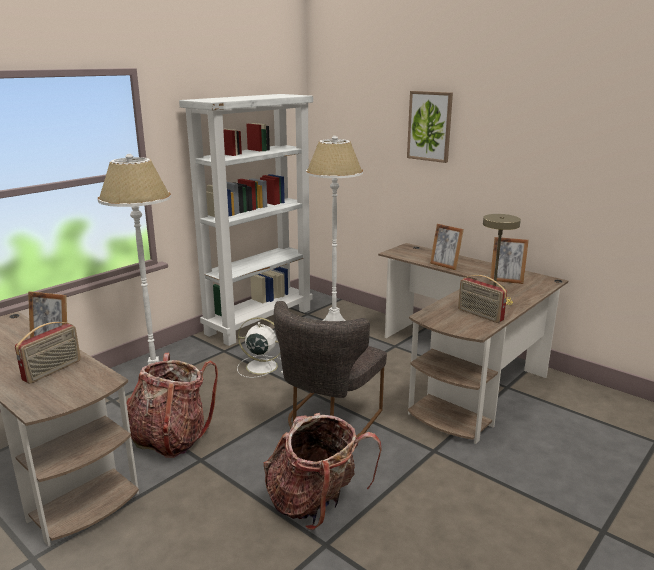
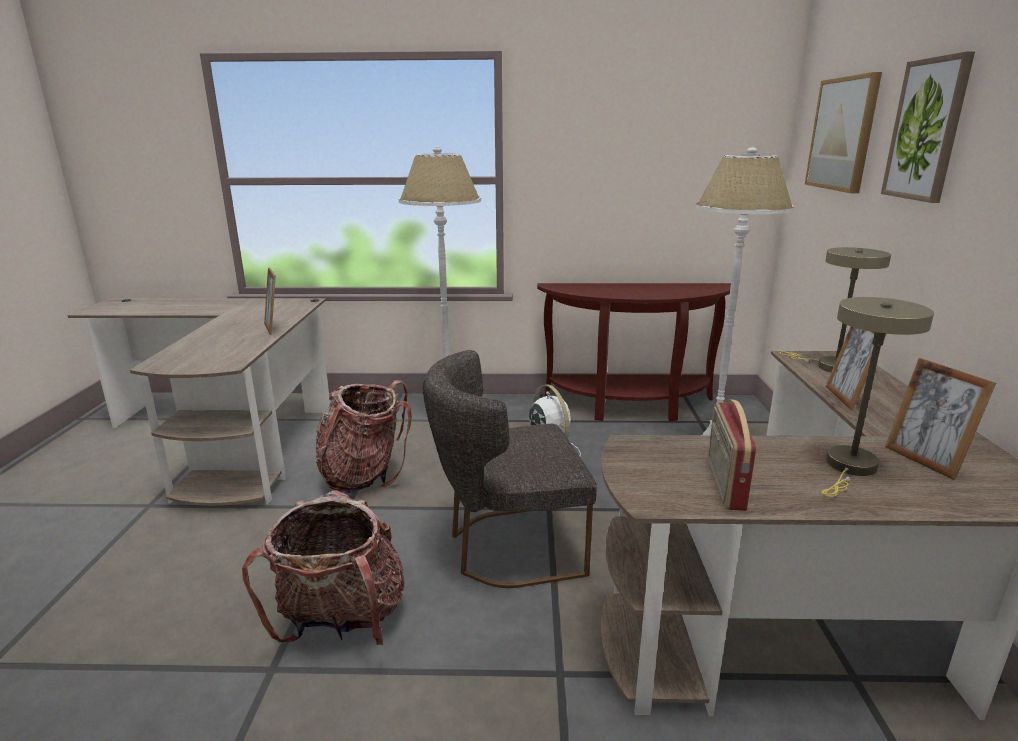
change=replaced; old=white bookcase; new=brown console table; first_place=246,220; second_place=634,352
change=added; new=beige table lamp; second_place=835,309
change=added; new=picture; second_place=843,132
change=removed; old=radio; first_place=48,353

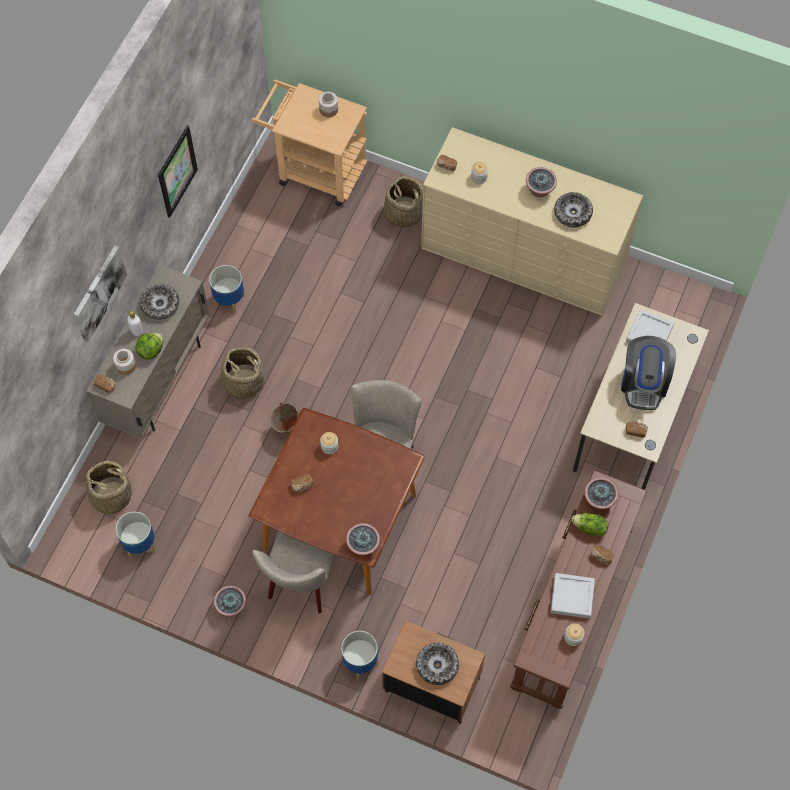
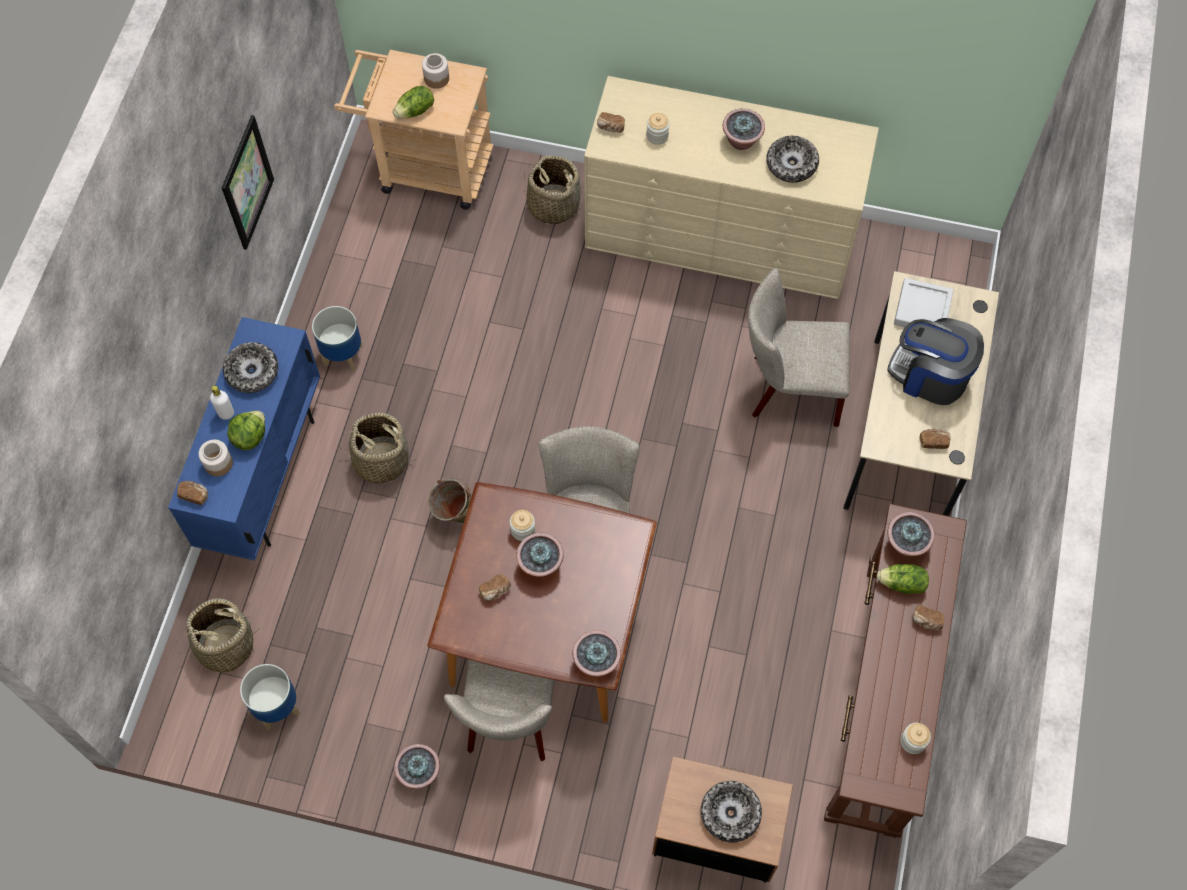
change=recoloured; old=beige cabinet; new=blue cabinet; first_place=148,351; second_place=244,439
change=added; new=lettuce; second_place=413,102
change=added; new=potted plant; second_place=540,555
change=added; new=beige chair; second_place=799,347
change=turned; old=coffee machine; first_place=648,373; second_place=935,361; degrees=120
change=removed; old=picture; first_place=100,293
change=removed; old=planter; first_place=359,655
change=removed; old=grey tray; first_place=573,596

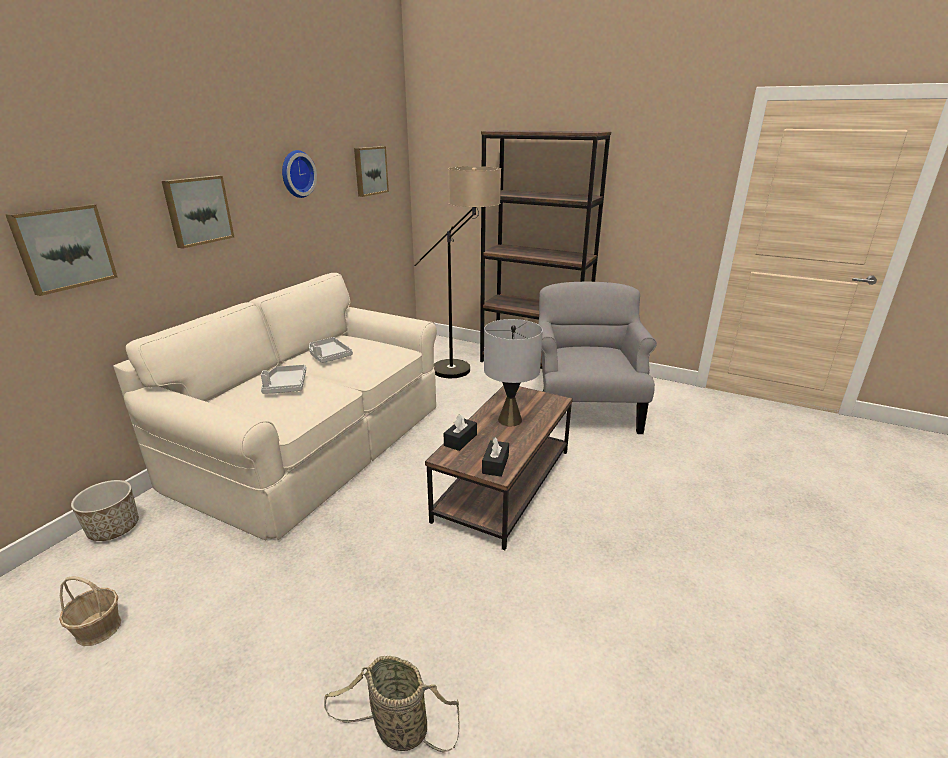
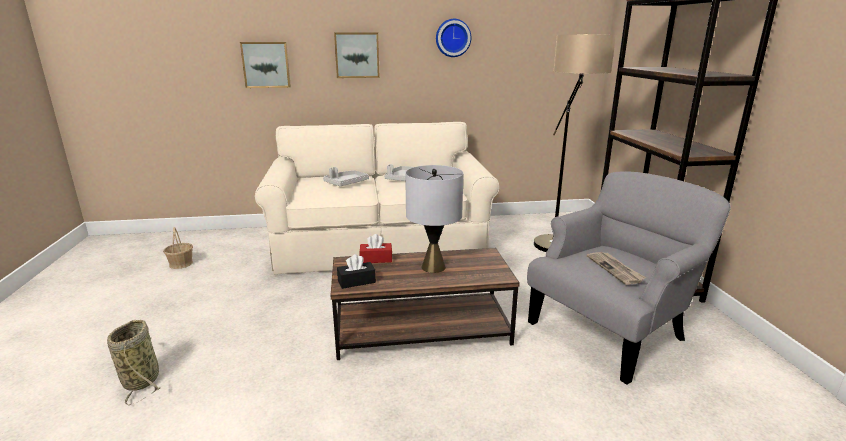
change=recoloured; old=black tissue box; new=red tissue box; first_place=460,432; second_place=376,248
change=added; new=newspaper; second_place=616,268
change=removed; old=planter; first_place=105,510
change=removed; old=picture; first_place=371,171

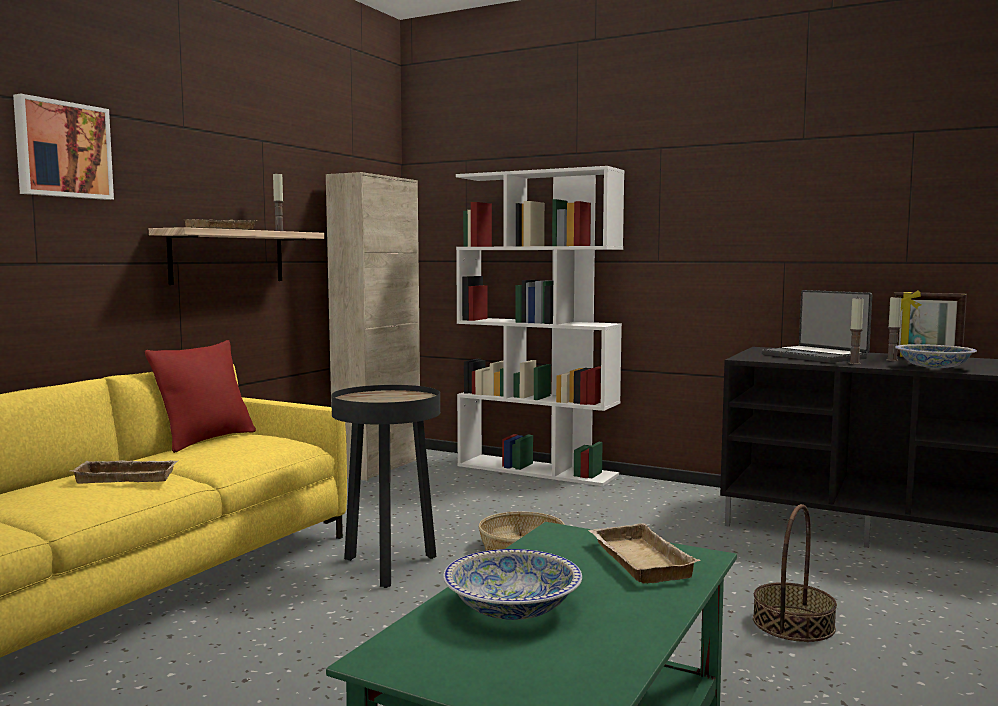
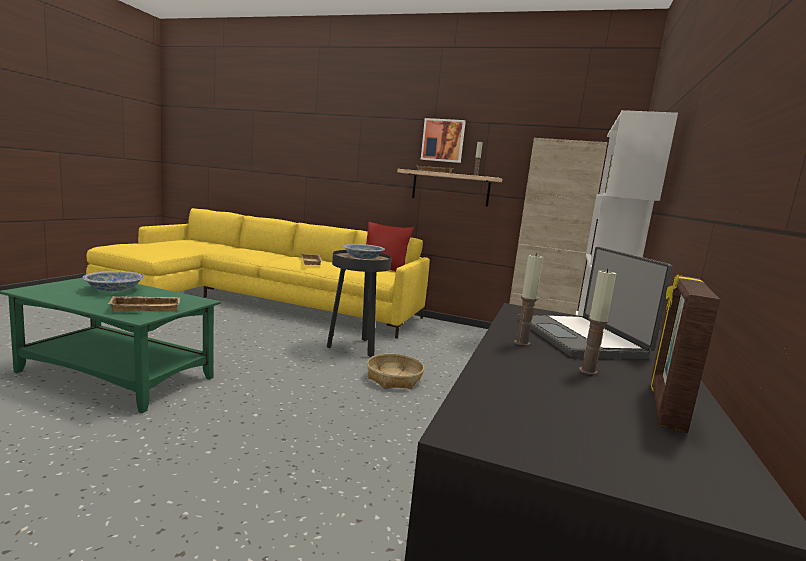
change=moved; old=bowl; first_place=936,356; second_place=364,251
change=moved; old=picture; first_place=63,147; second_place=443,140
change=turned; old=laptop; first_place=817,326; second_place=595,303; degrees=-60
change=removed; old=basket; first_place=795,573

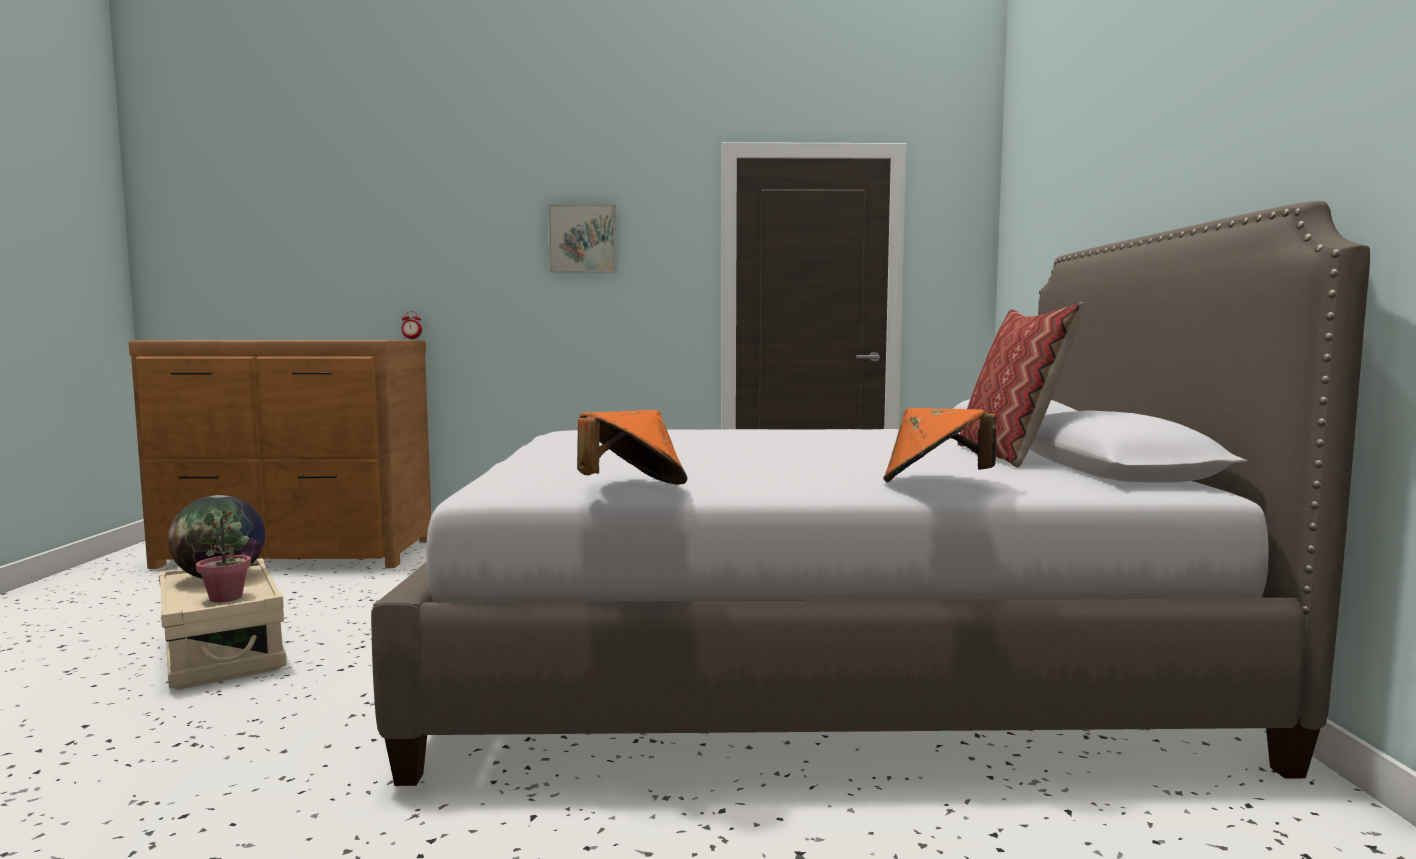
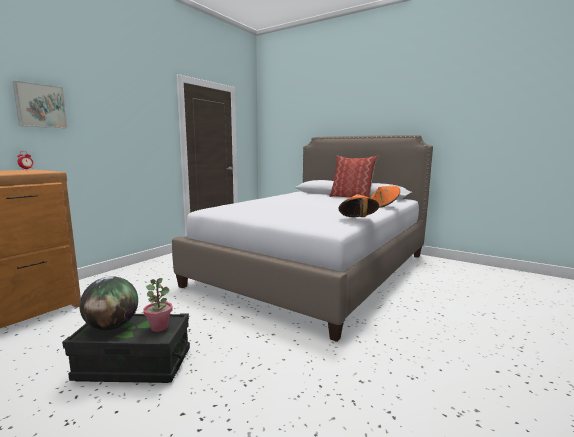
change=moved; old=picture; first_place=582,238; second_place=40,104
change=recoloured; old=beige storage box; new=black storage box; first_place=223,624; second_place=126,348

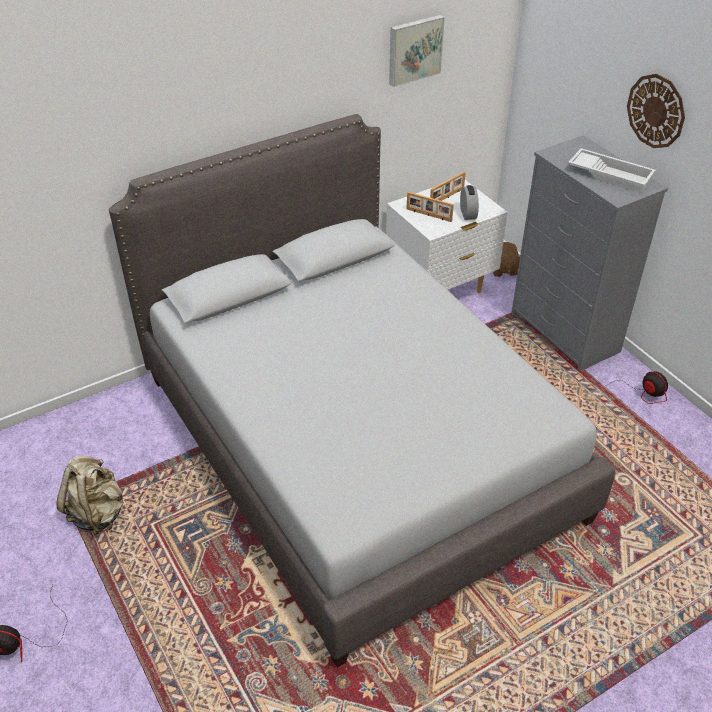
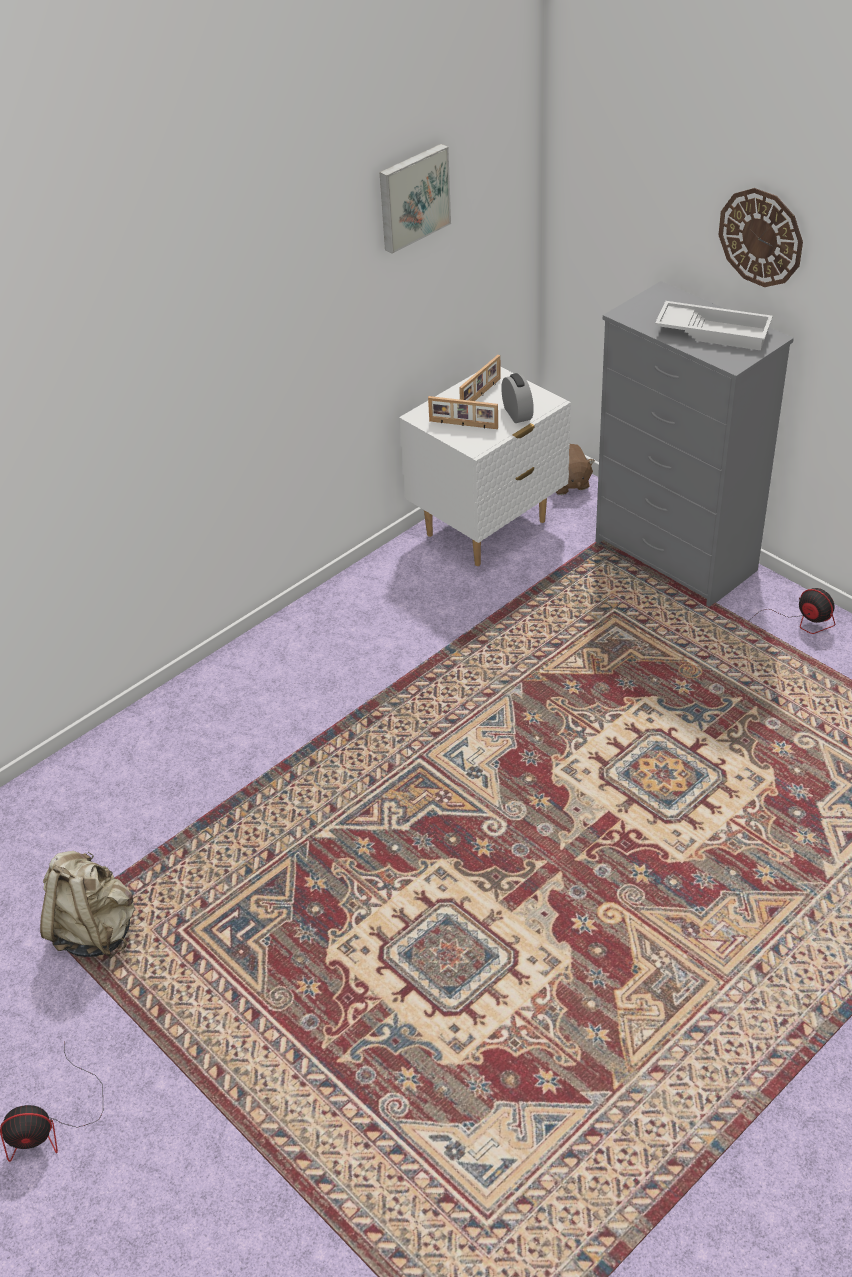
change=removed; old=grey bed; first_place=362,391

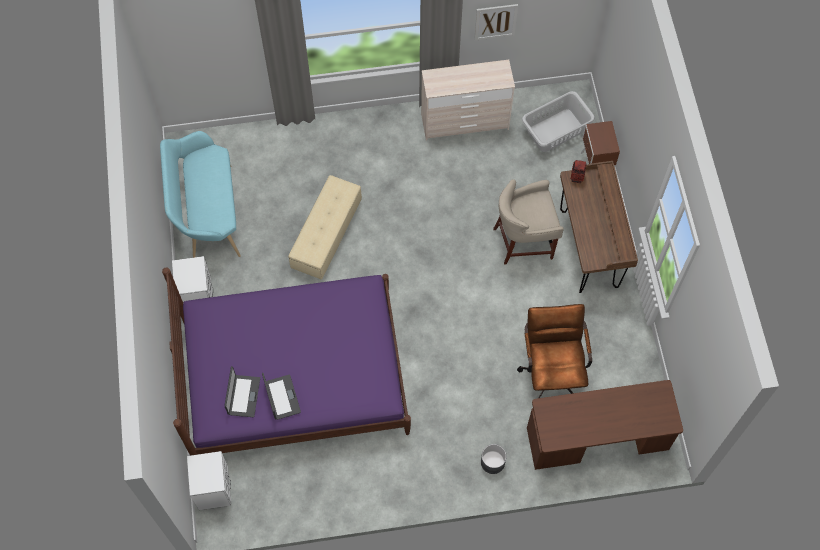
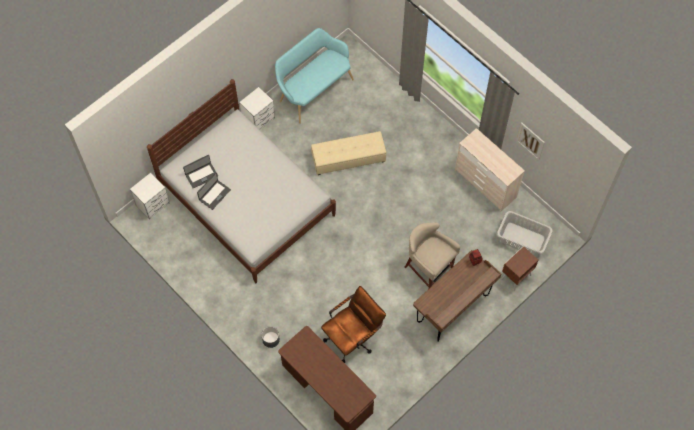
change=recoloured; old=purple bed; new=white bed; first_place=286,362; second_place=241,181

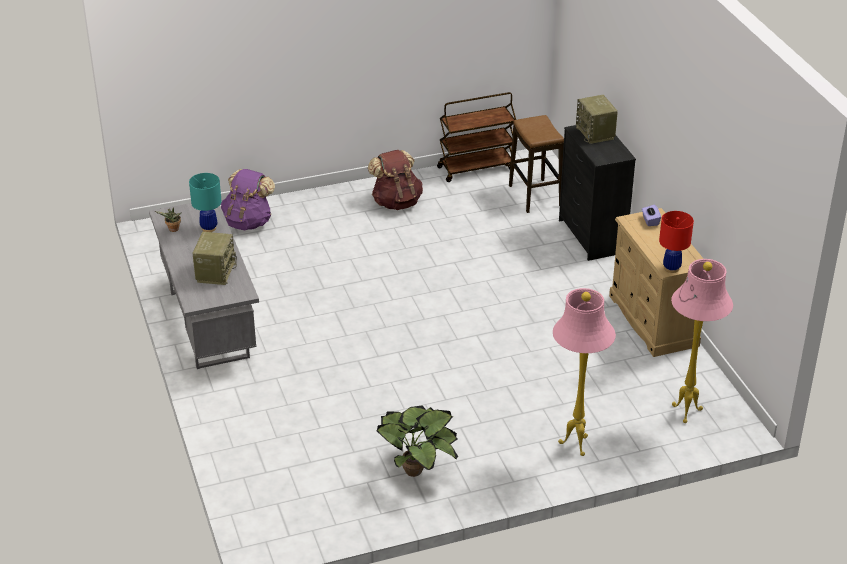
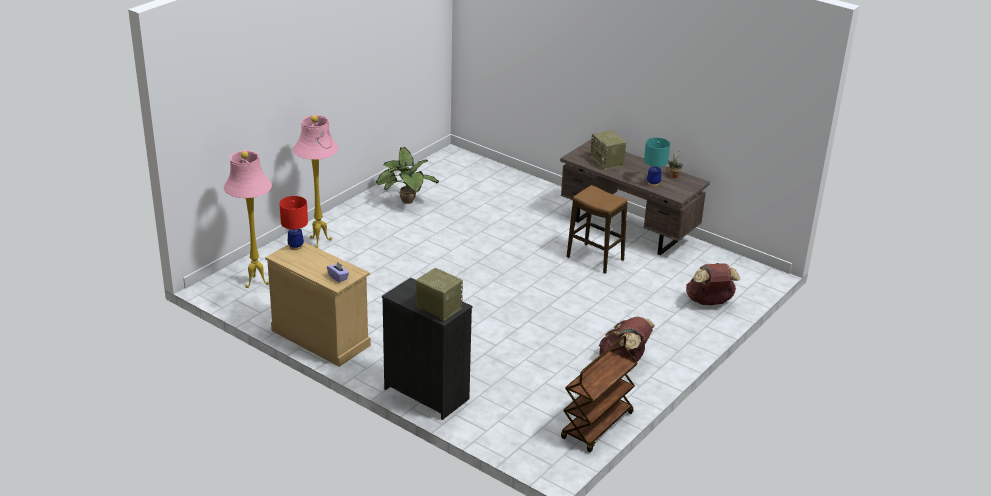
change=recoloured; old=grey desk; new=brown desk; first_place=204,286; second_place=635,197
change=moved; old=stool; first_place=536,164; second_place=597,229
change=recoloured; old=purple backpack; new=brown backpack; first_place=248,199; second_place=713,284

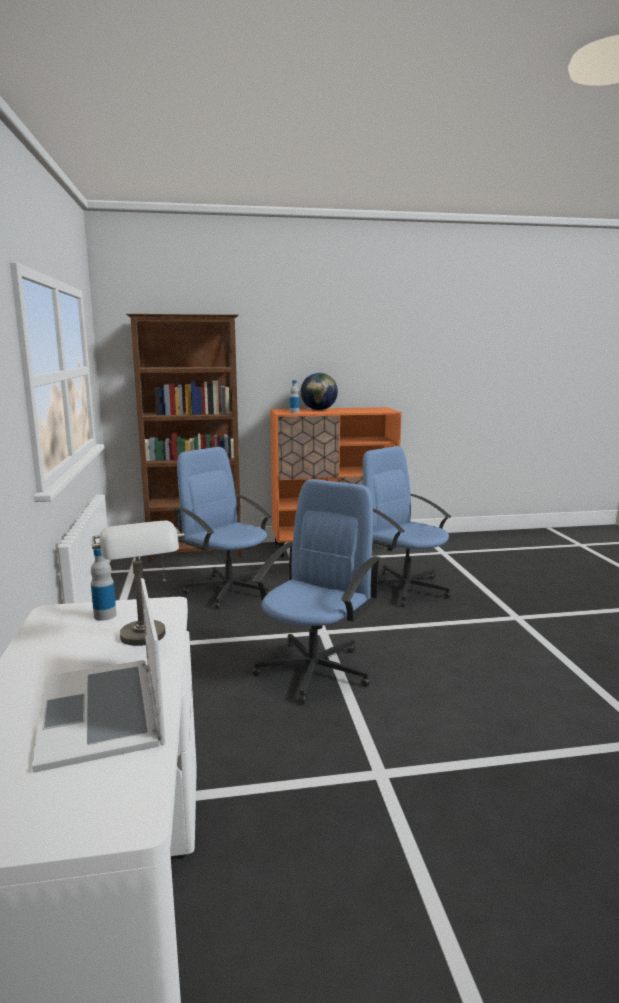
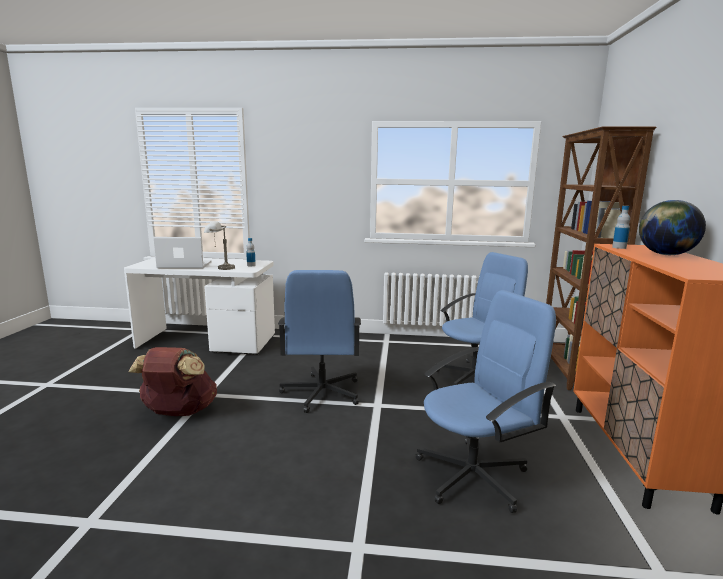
change=added; new=brown backpack; second_place=172,381
change=turned; old=blue office chair; first_place=316,591; second_place=319,341; degrees=45

